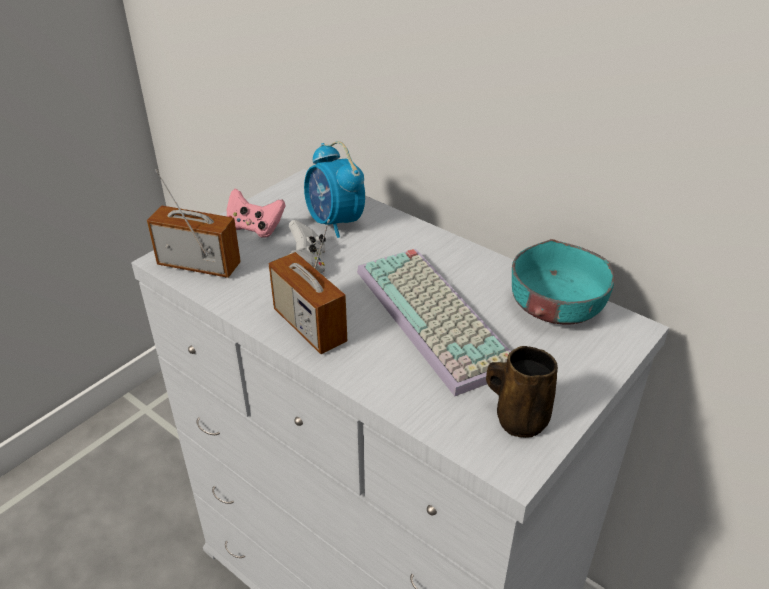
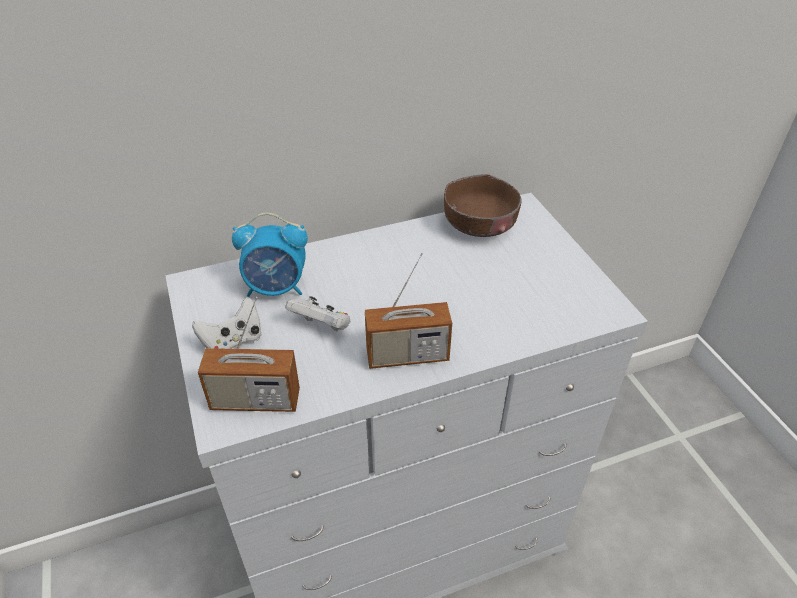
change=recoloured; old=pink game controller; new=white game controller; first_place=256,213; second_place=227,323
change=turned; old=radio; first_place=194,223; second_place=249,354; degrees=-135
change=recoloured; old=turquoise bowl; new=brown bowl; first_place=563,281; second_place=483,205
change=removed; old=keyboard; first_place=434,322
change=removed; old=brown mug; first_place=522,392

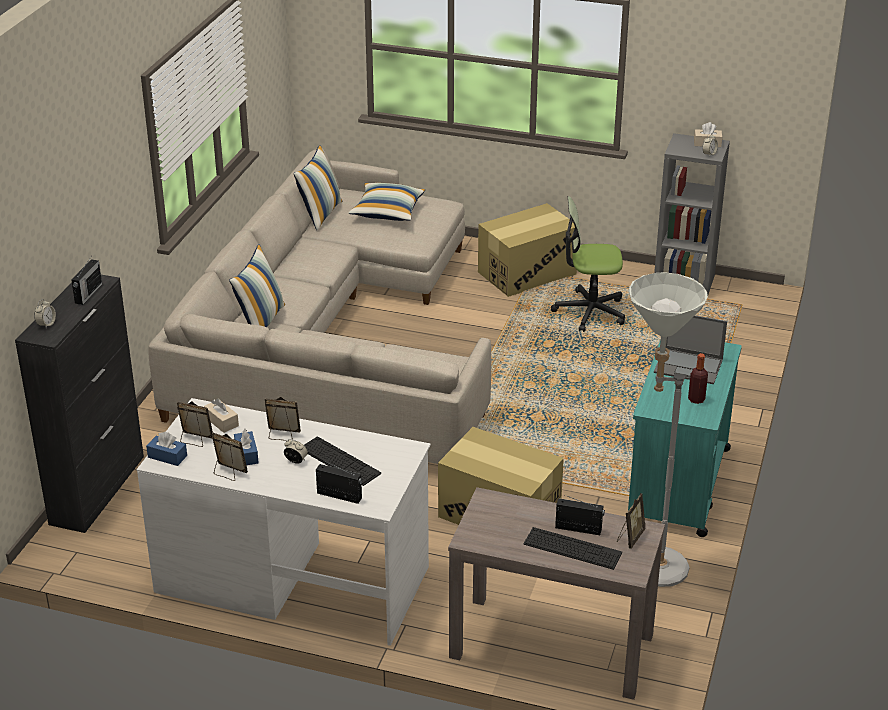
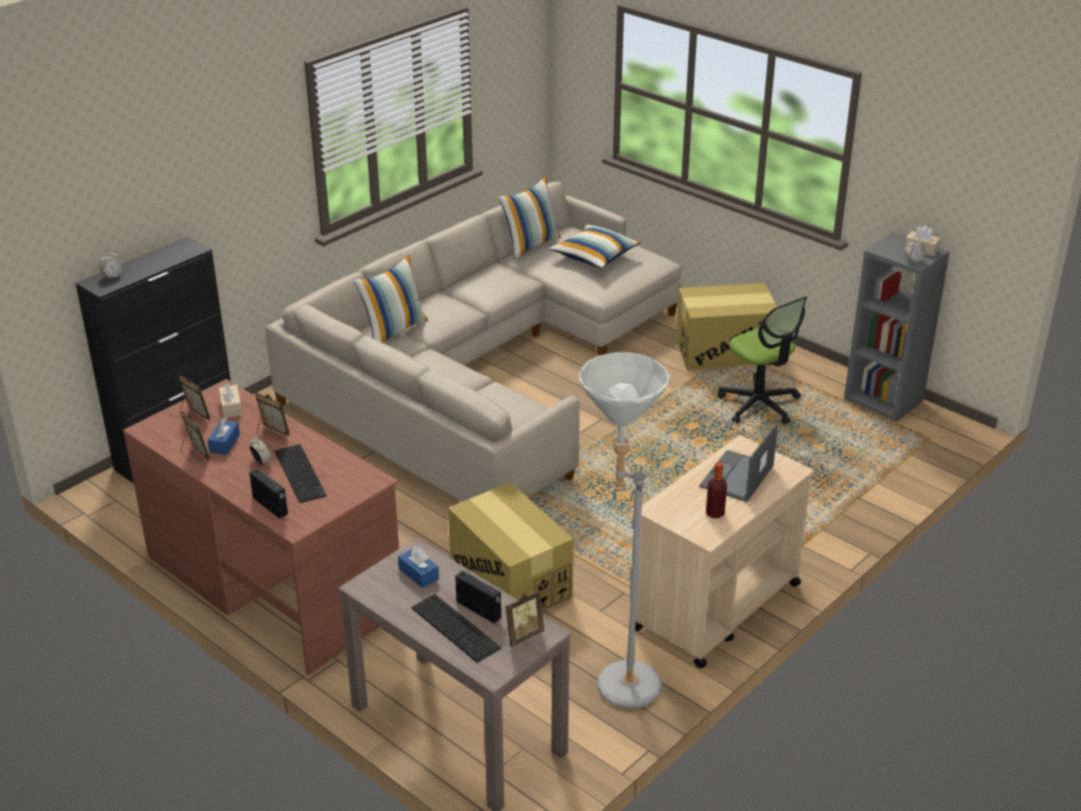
change=recoloured; old=white desk; new=brown desk; first_place=284,522; second_place=261,527
change=moved; old=blue tissue box; first_place=166,449; second_place=418,567
change=recoloured; old=turquoise cart; new=beige cart; first_place=685,438; second_place=724,551
change=turned; old=laptop; first_place=690,349; second_place=738,462; degrees=75
change=turned; old=office chair; first_place=588,264; second_place=762,360; degrees=-150
change=removed; old=radio; first_place=86,282

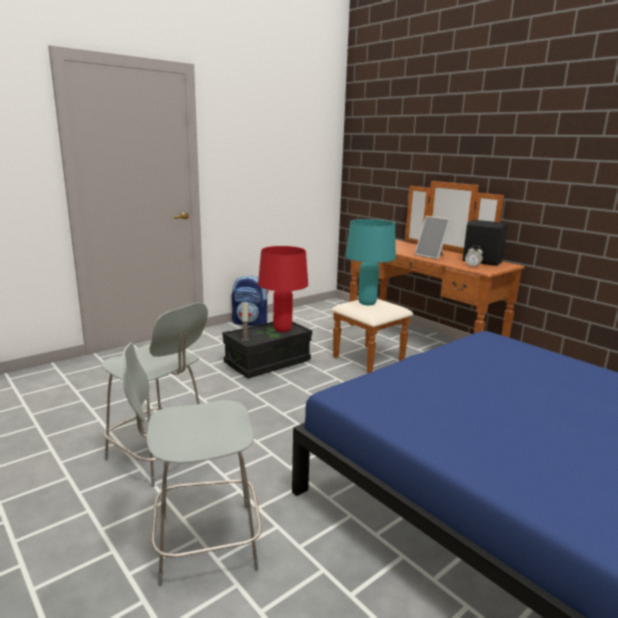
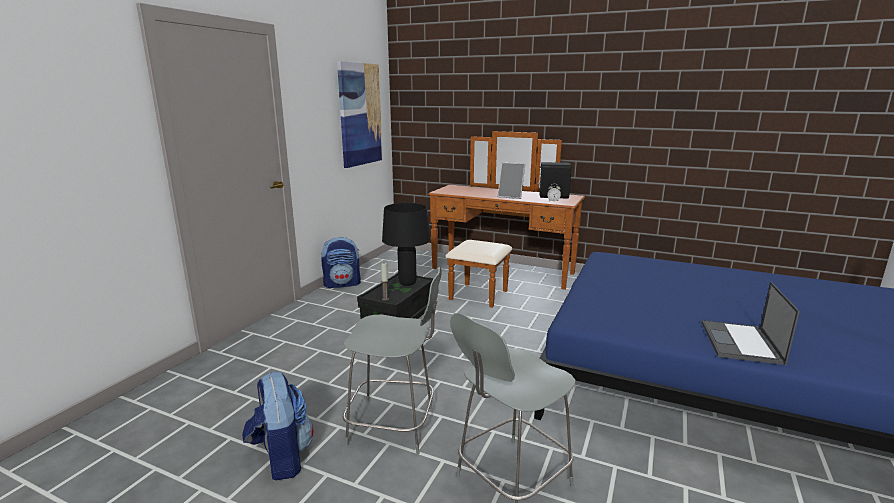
change=added; new=backpack; second_place=277,426
change=added; new=picture; second_place=360,114
change=recoloured; old=red table lamp; new=black table lamp; first_place=283,289; second_place=406,244
change=added; new=laptop; second_place=751,323
change=removed; old=turquoise table lamp; first_place=370,262

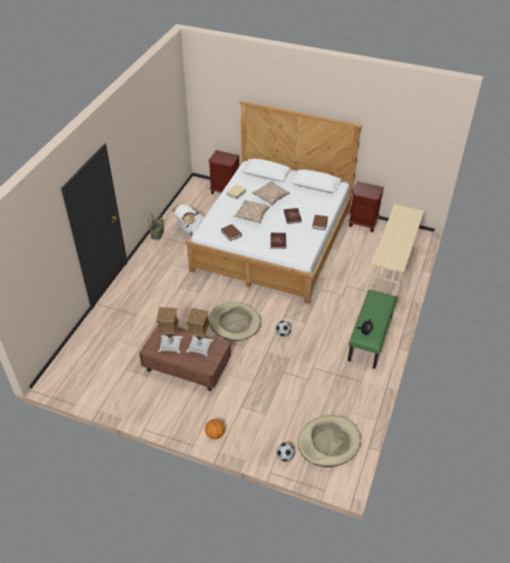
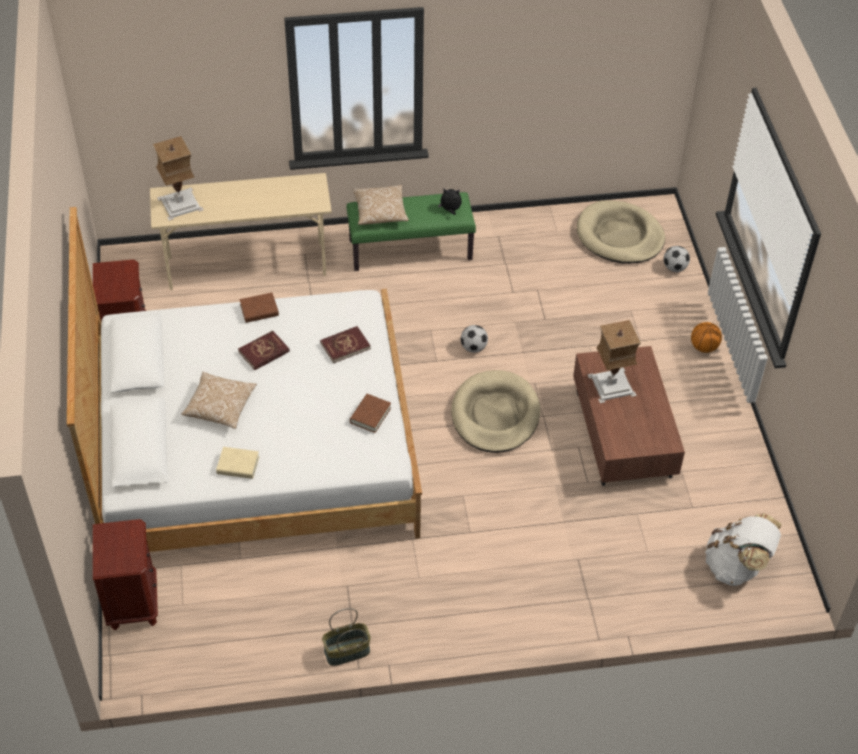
change=moved; old=table lamp; first_place=169,330; second_place=178,178
change=moved; old=pillow; first_place=252,211; second_place=381,205
change=moved; old=white backpack; first_place=188,219; second_place=743,549

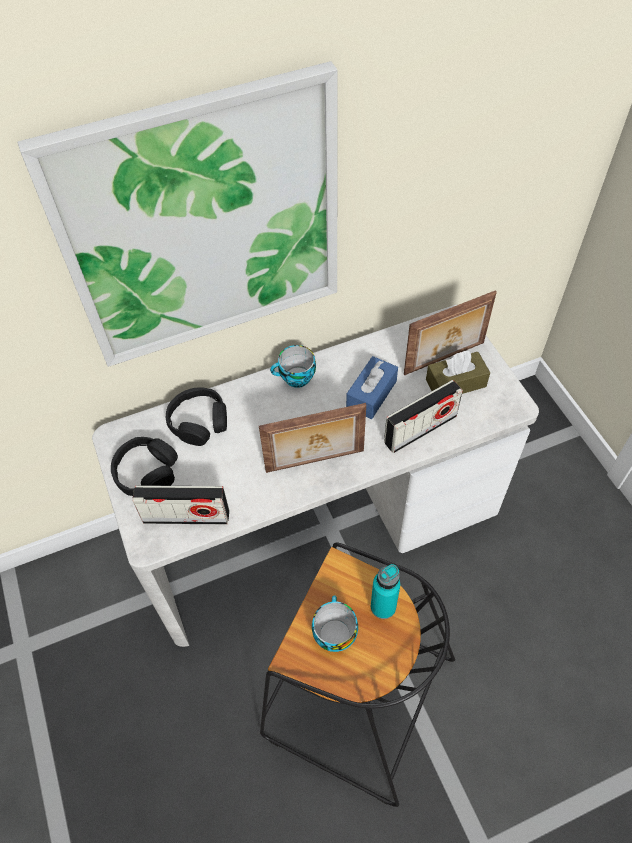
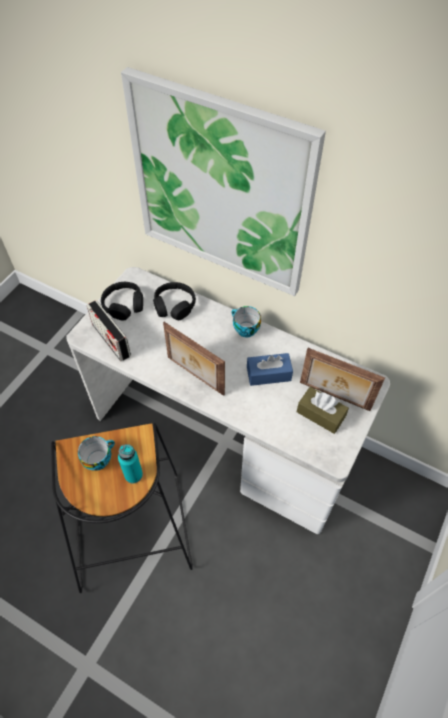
change=removed; old=radio; first_place=423,416

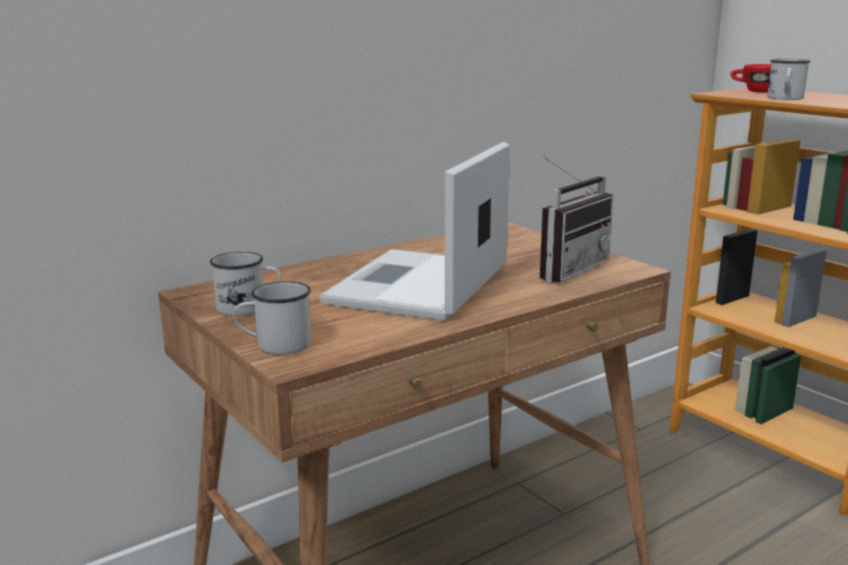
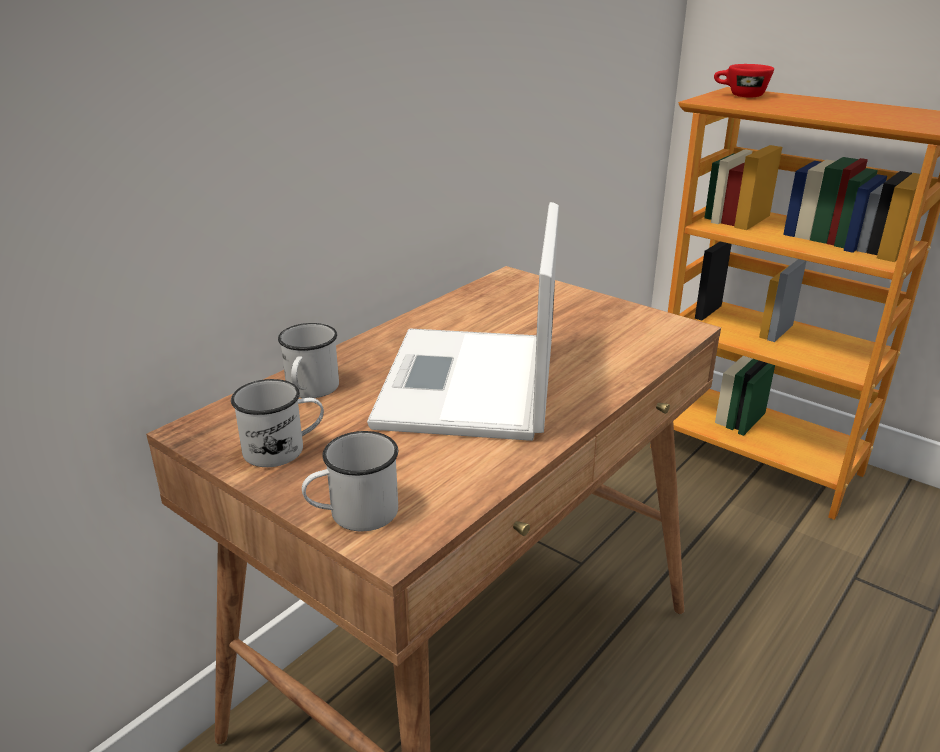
change=moved; old=white mug; first_place=789,79; second_place=308,360
change=removed; old=radio; first_place=577,219

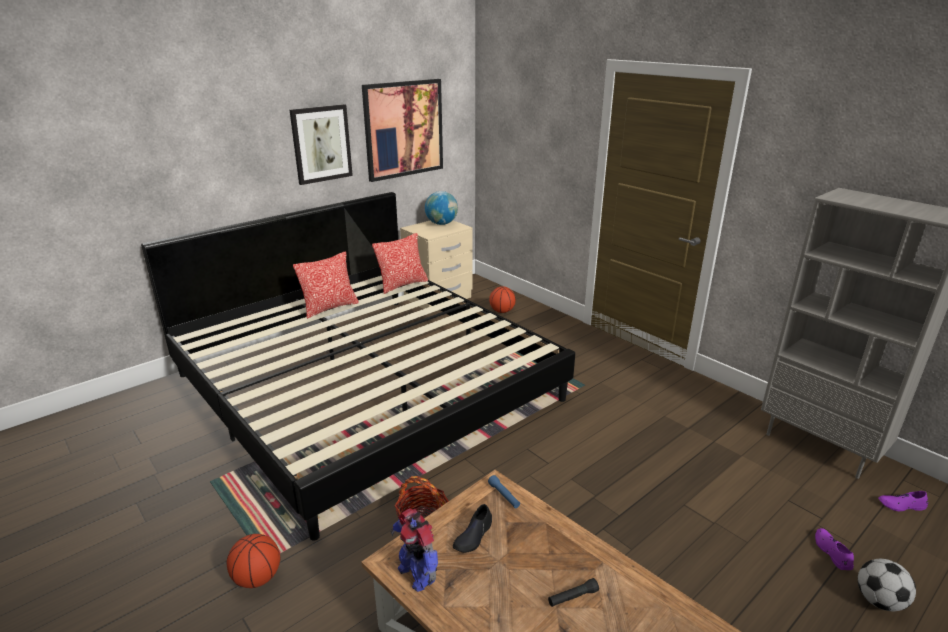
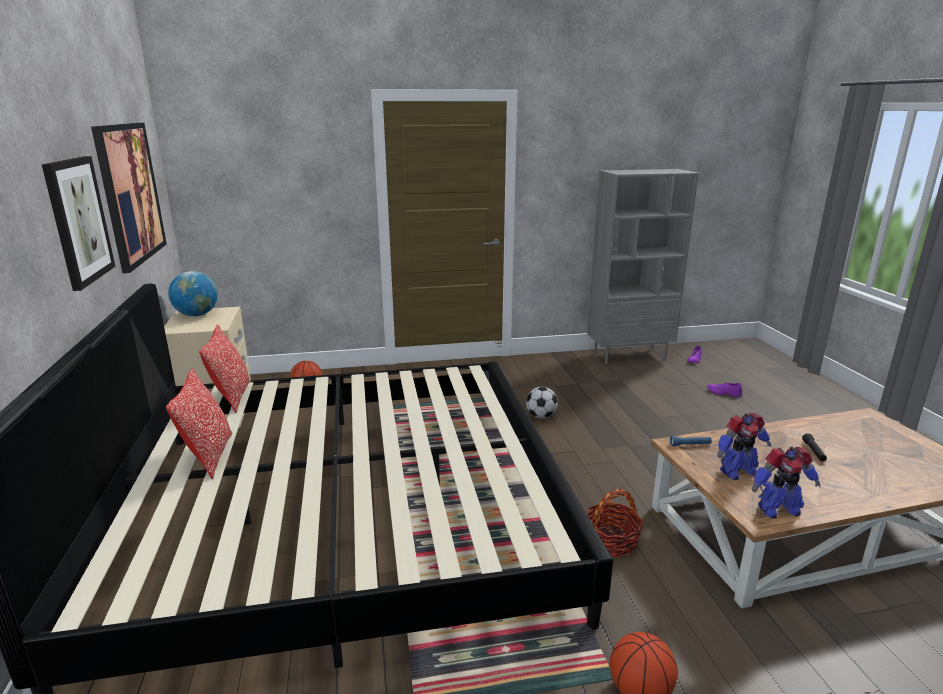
change=moved; old=football; first_place=887,585; second_place=542,402
change=replaced; old=black shoe; new=toy robot; first_place=472,528; second_place=744,446

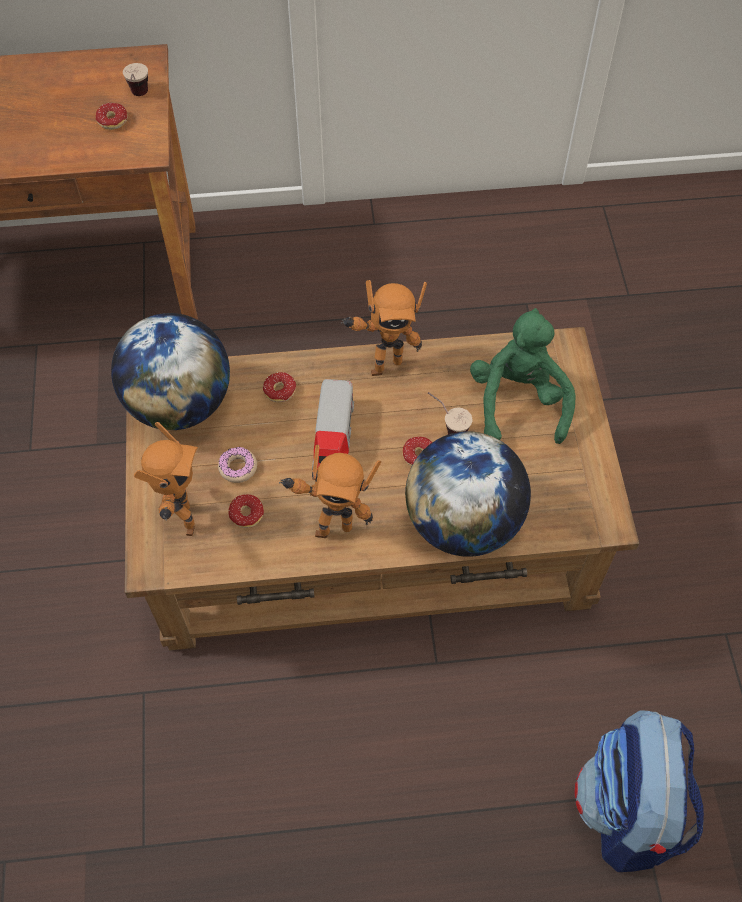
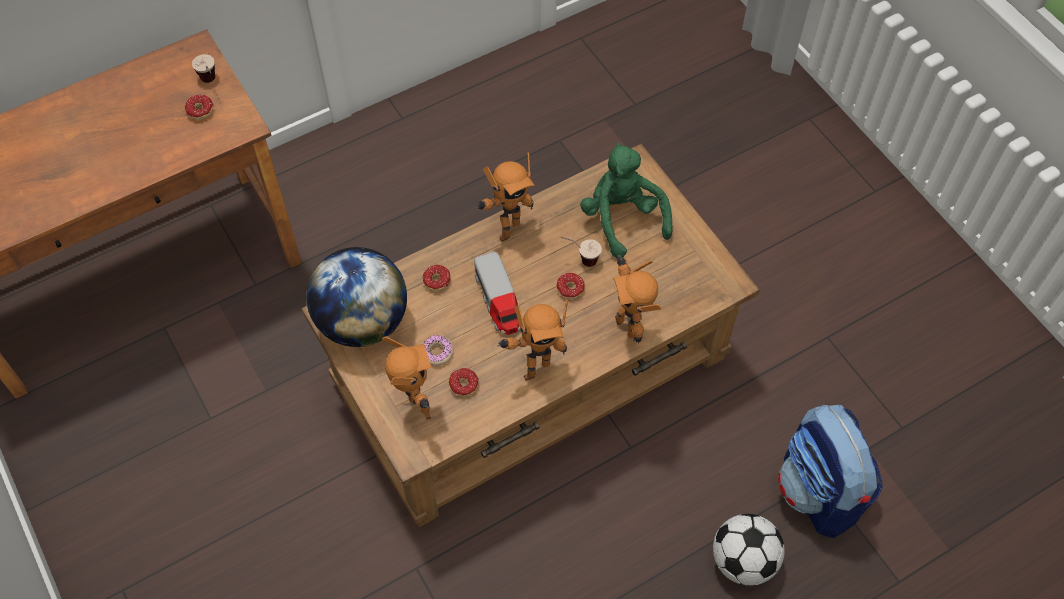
change=replaced; old=globe; new=toy robot; first_place=468,494; second_place=637,299
change=added; new=football; second_place=749,550

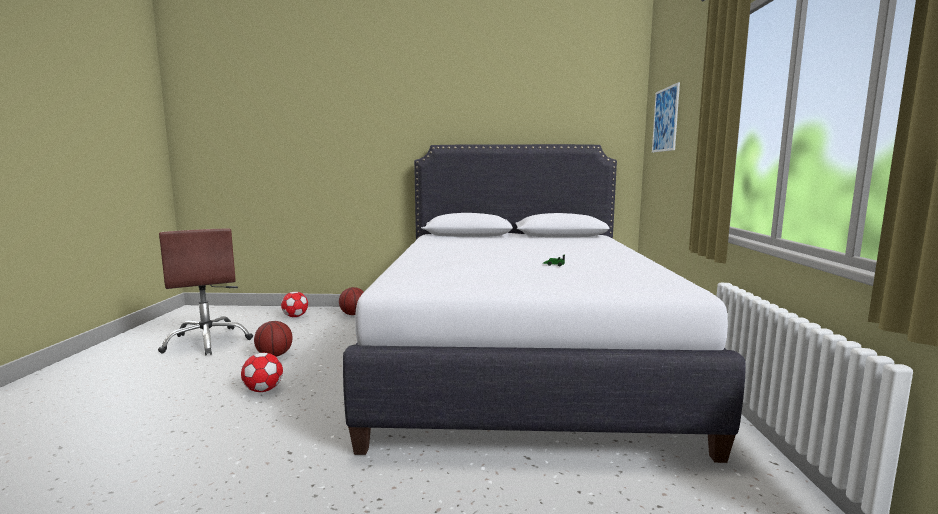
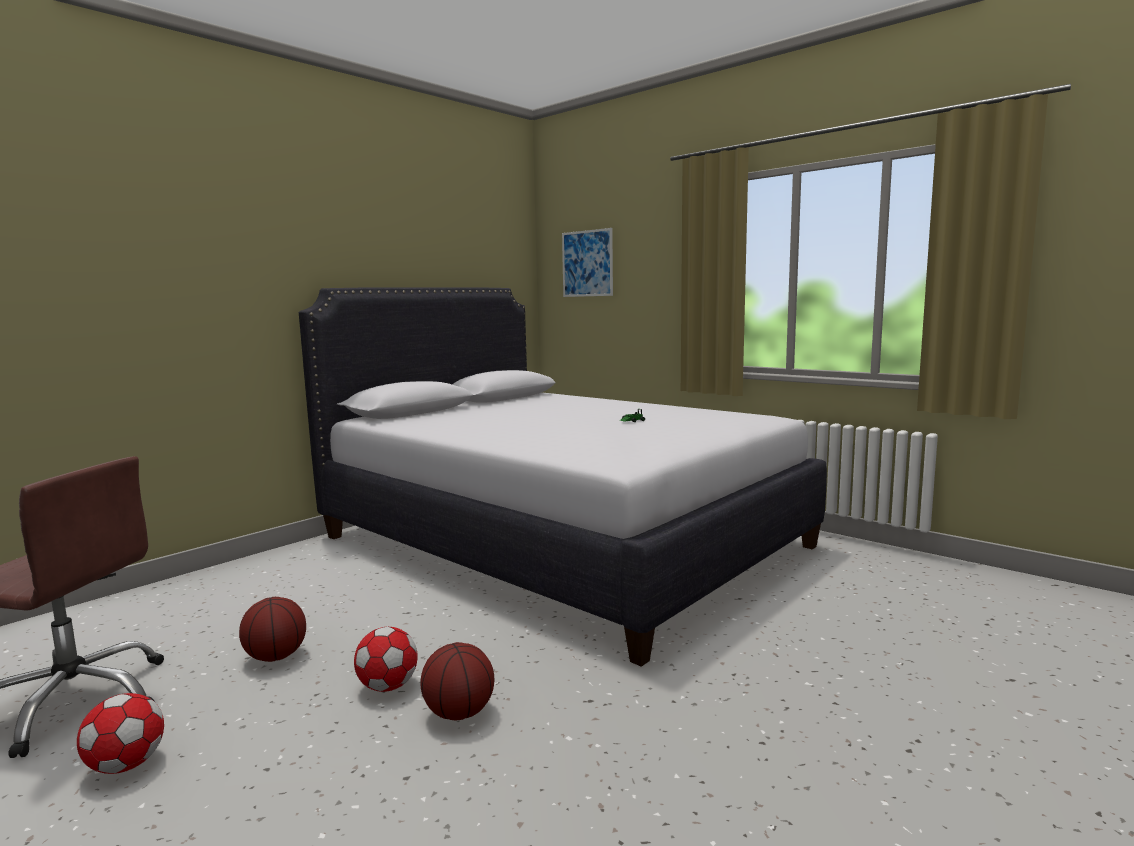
change=moved; old=football; first_place=294,304; second_place=120,733
change=moved; old=basketball; first_place=351,301; second_place=457,681

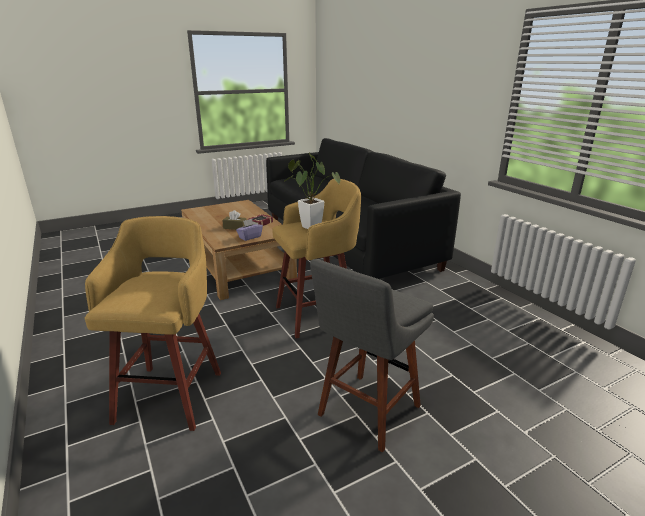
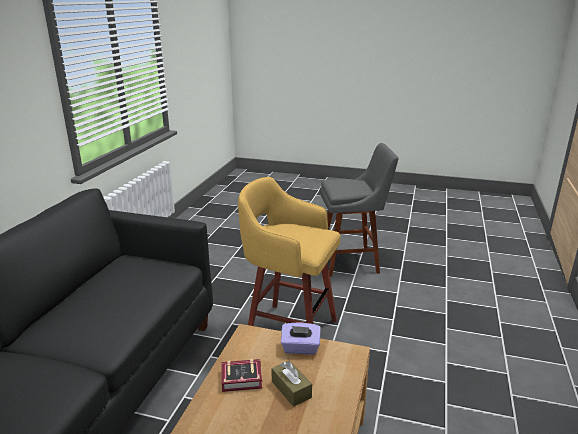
change=removed; old=yellow stool; first_place=153,323
change=removed; old=potted plant; first_place=312,191

